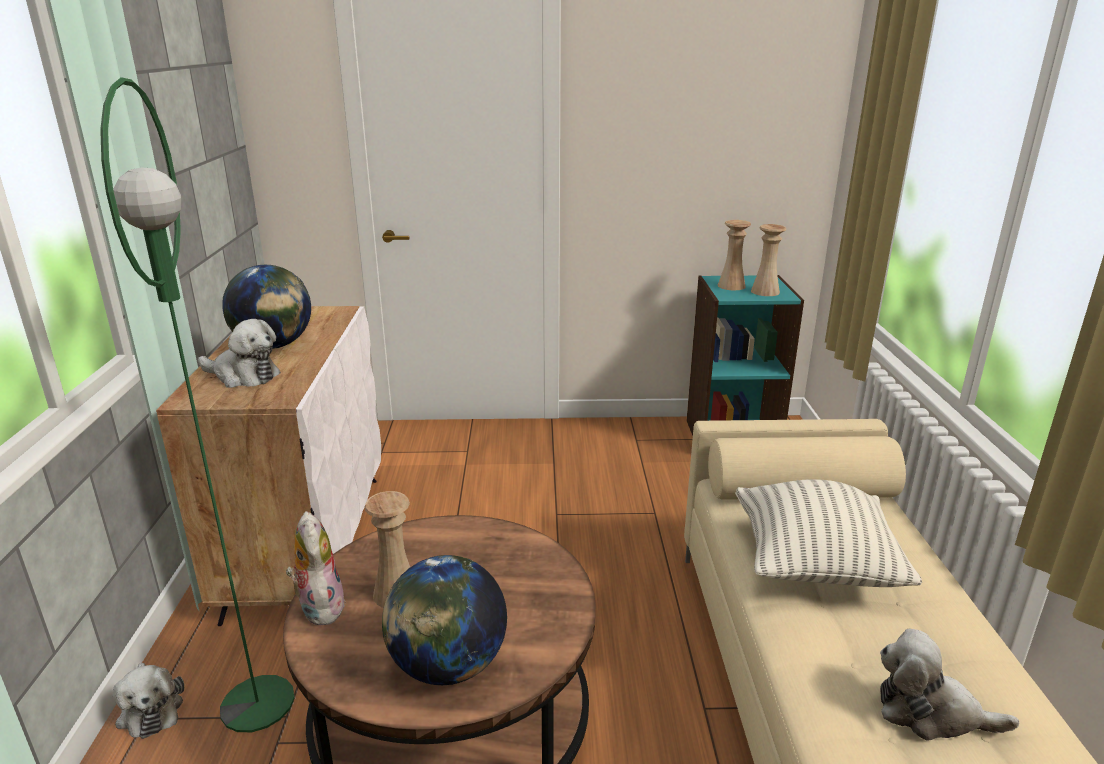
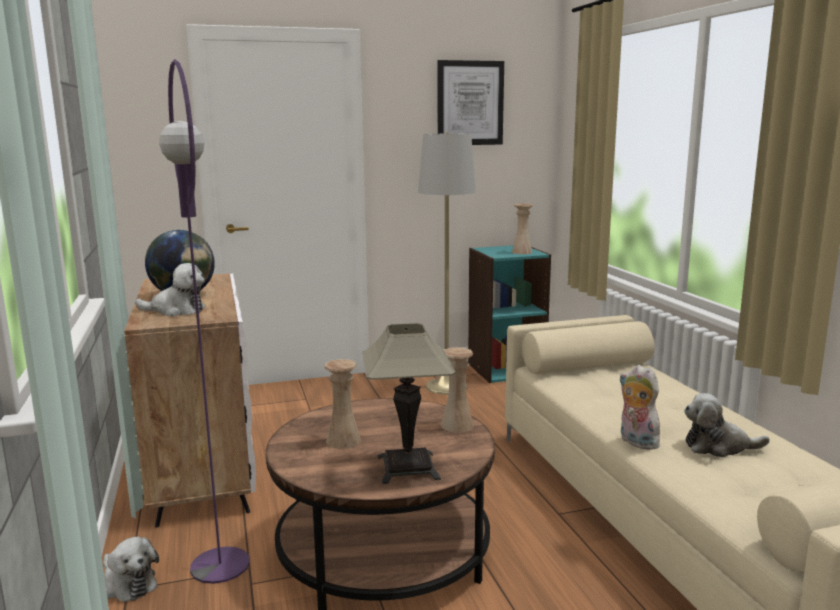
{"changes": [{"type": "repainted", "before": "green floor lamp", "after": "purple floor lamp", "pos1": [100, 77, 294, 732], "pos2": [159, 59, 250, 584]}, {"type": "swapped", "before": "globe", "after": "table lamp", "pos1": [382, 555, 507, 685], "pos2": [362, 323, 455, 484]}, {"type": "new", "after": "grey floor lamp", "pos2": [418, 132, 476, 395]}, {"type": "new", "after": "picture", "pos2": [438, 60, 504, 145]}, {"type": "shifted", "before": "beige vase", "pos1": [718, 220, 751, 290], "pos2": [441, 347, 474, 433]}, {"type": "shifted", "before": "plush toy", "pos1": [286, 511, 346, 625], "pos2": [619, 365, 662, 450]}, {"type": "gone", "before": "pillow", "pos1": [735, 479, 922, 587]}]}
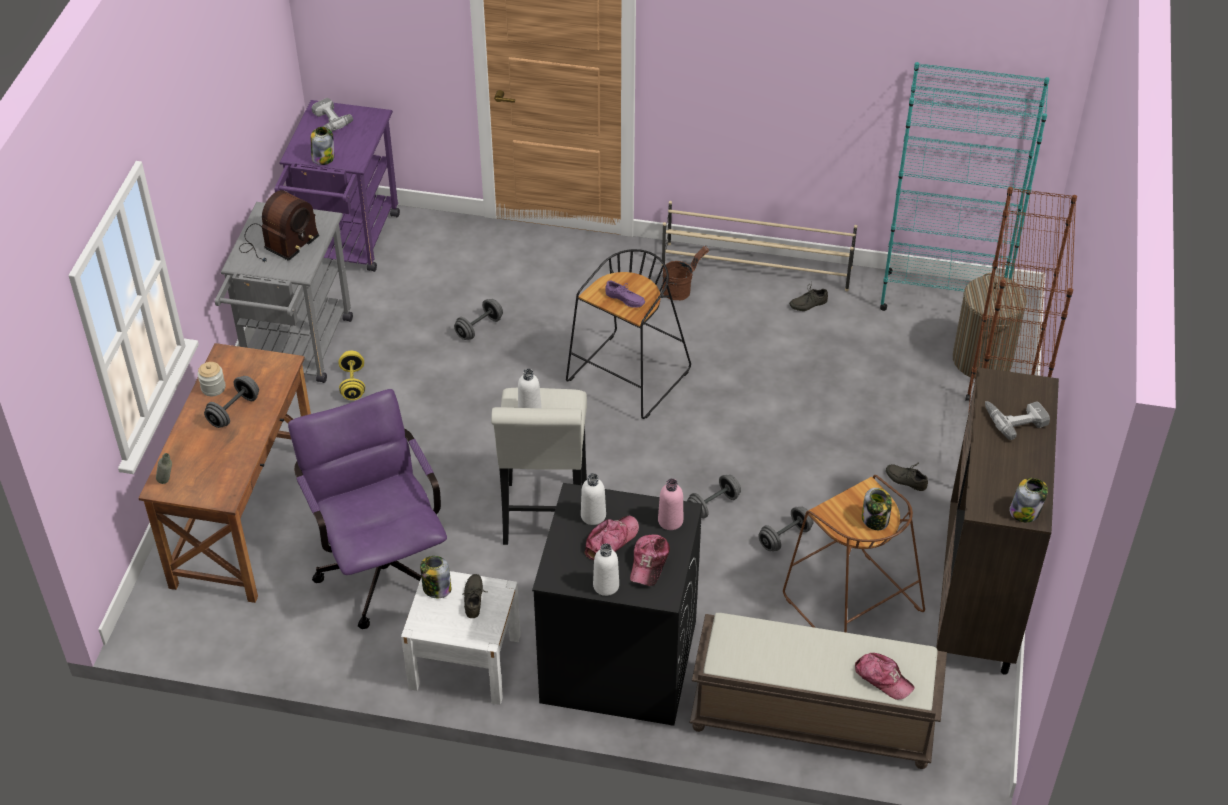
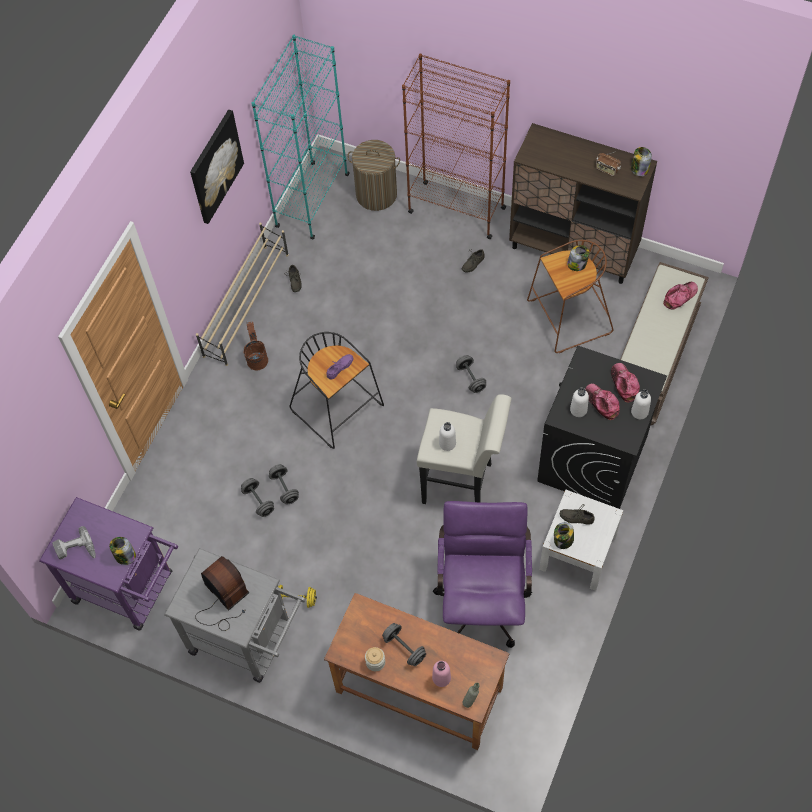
{"changes": [{"type": "new", "after": "picture", "pos2": [190, 110, 244, 224]}, {"type": "shifted", "before": "grey dumbbell", "pos1": [758, 507, 814, 551], "pos2": [269, 464, 299, 504]}, {"type": "shifted", "before": "pink bottle", "pos1": [658, 479, 683, 530], "pos2": [432, 661, 451, 687]}, {"type": "rotated", "before": "purple office chair", "pos1": [288, 389, 447, 629], "pos2": [433, 501, 532, 648], "turn": 105}, {"type": "new", "after": "radio", "pos2": [596, 152, 621, 176]}, {"type": "rotated", "before": "cap", "pos1": [630, 534, 670, 586], "pos2": [611, 363, 640, 402], "turn": -135}, {"type": "gone", "before": "power drill", "pos1": [985, 401, 1050, 440]}]}
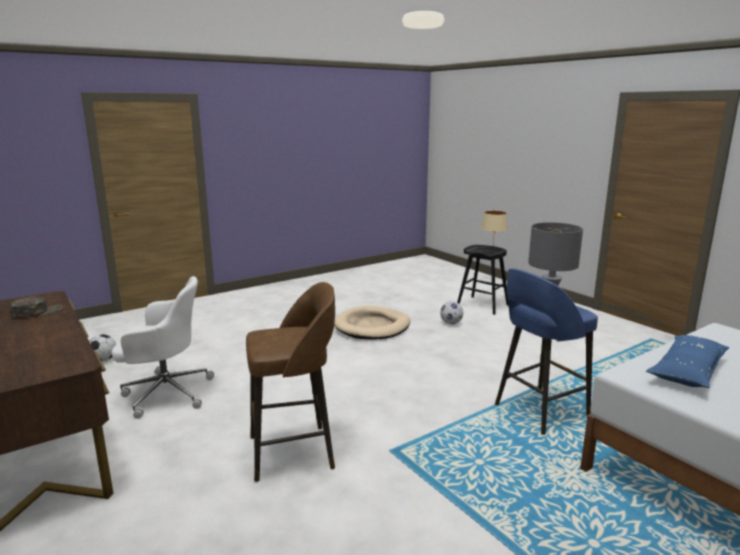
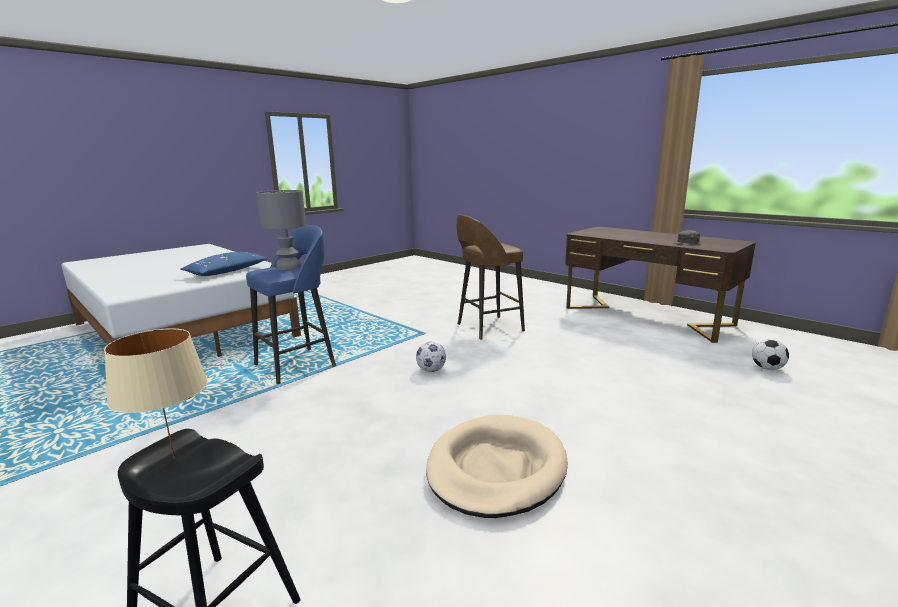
{"changes": [{"type": "shifted", "before": "football", "pos1": [440, 301, 463, 324], "pos2": [416, 342, 446, 372]}, {"type": "gone", "before": "white office chair", "pos1": [112, 276, 214, 419]}]}
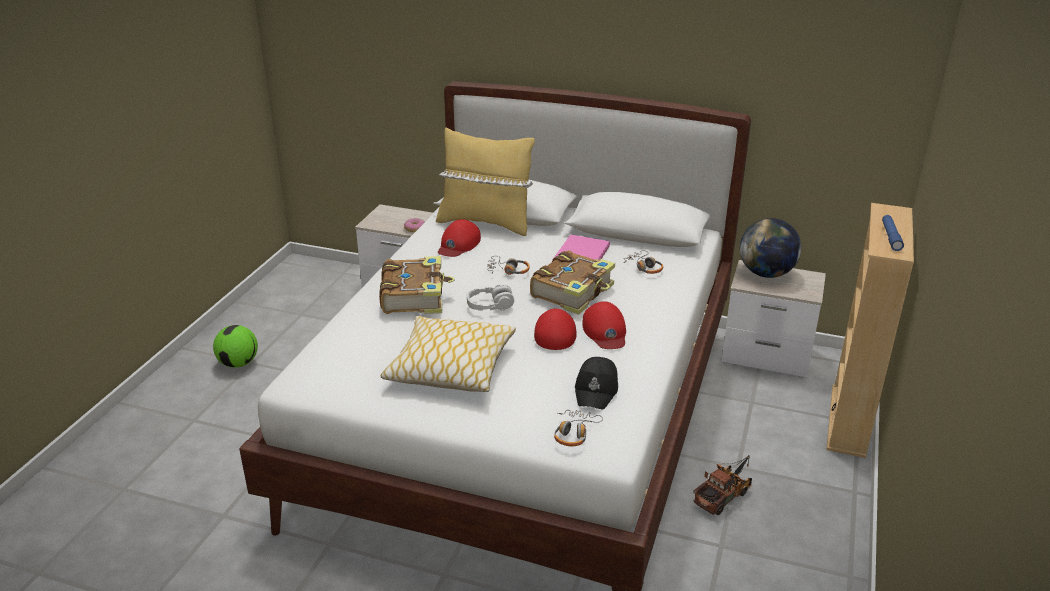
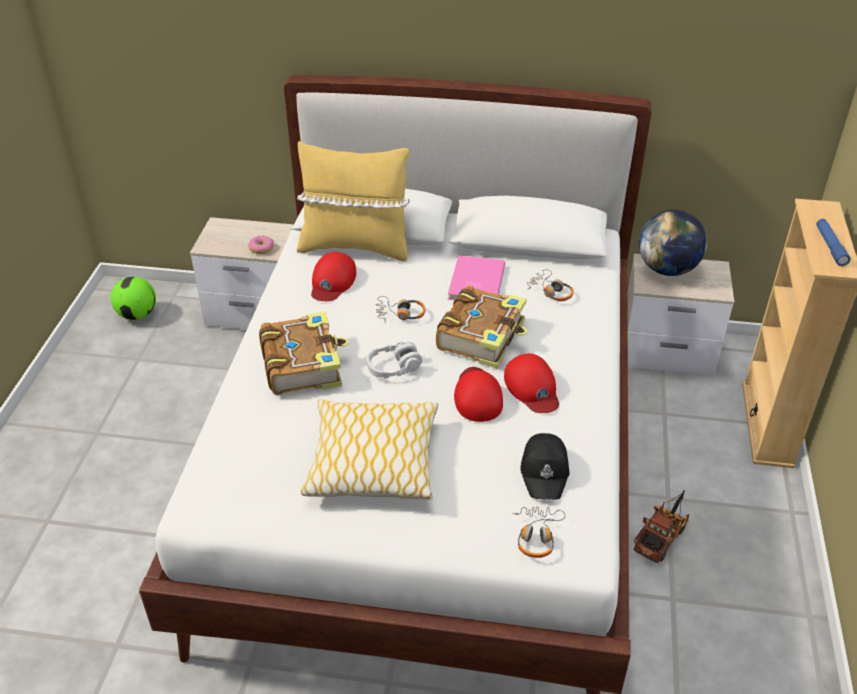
{"changes": [{"type": "shifted", "before": "football", "pos1": [213, 325, 258, 368], "pos2": [111, 276, 156, 320]}]}
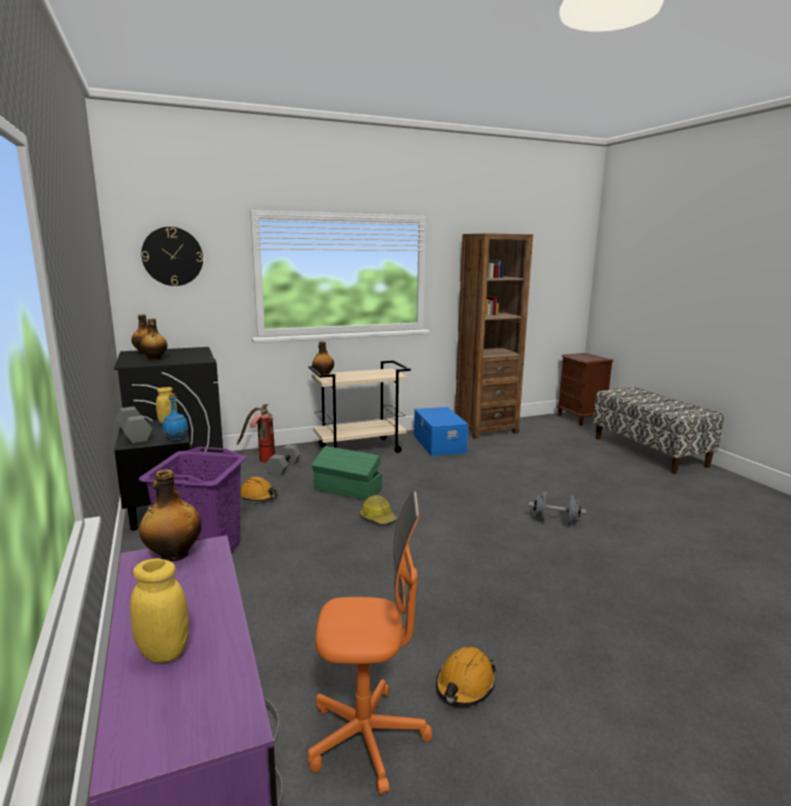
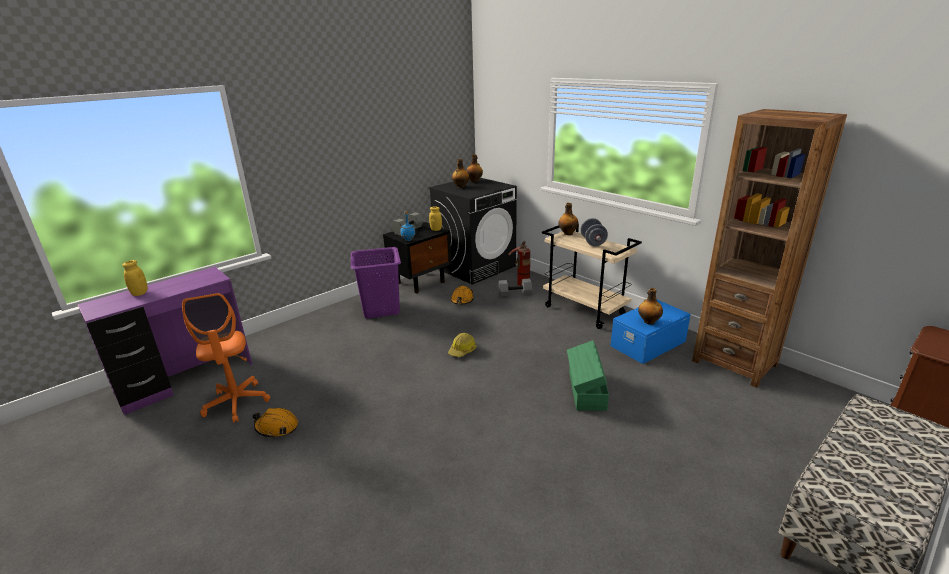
{"changes": [{"type": "shifted", "before": "green storage box", "pos1": [311, 446, 382, 500], "pos2": [567, 340, 609, 411]}, {"type": "shifted", "before": "grey dumbbell", "pos1": [529, 491, 586, 526], "pos2": [580, 218, 608, 246]}, {"type": "shifted", "before": "bottle", "pos1": [139, 469, 202, 561], "pos2": [638, 288, 663, 325]}, {"type": "gone", "before": "wall clock", "pos1": [141, 227, 203, 286]}]}
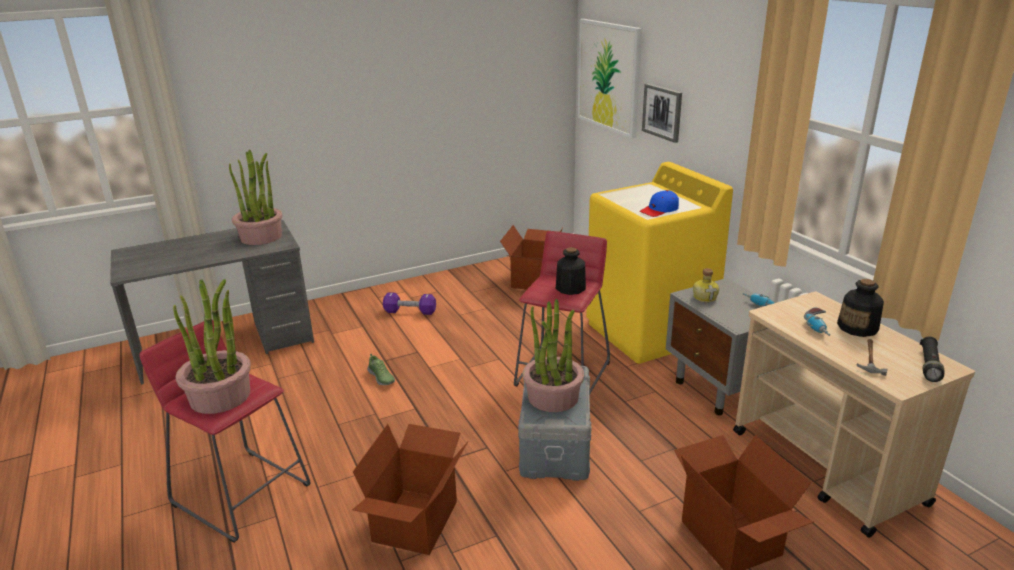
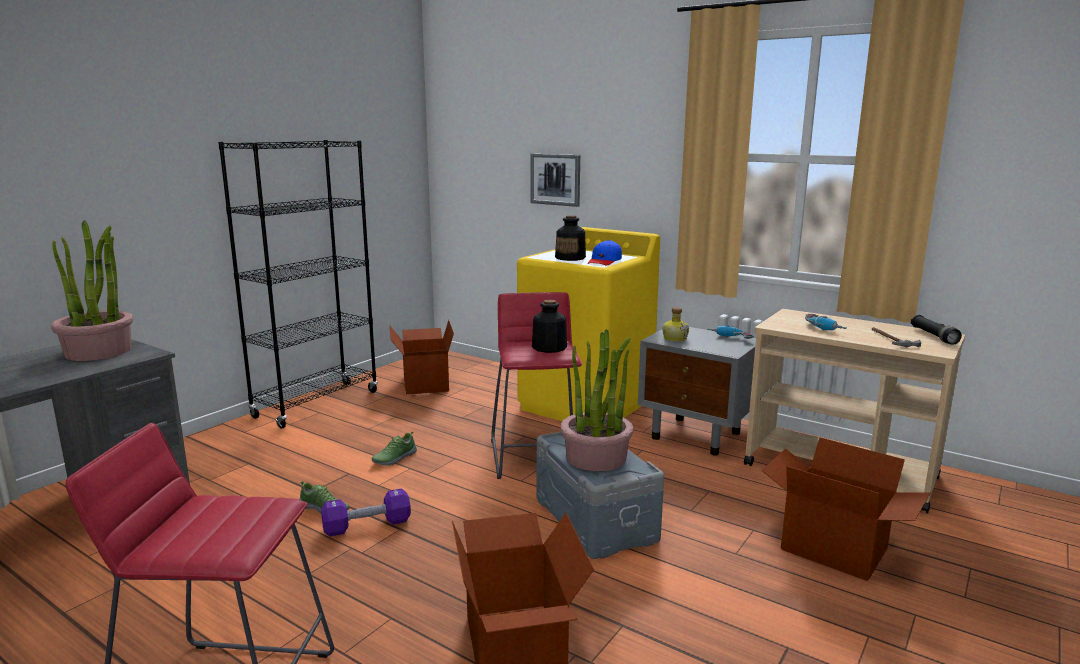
{"changes": [{"type": "new", "after": "black bookcase", "pos2": [218, 140, 378, 428]}, {"type": "shifted", "before": "purple dumbbell", "pos1": [383, 292, 436, 315], "pos2": [321, 488, 411, 537]}, {"type": "new", "after": "shoe", "pos2": [372, 432, 417, 466]}, {"type": "shifted", "before": "bottle", "pos1": [837, 279, 884, 337], "pos2": [555, 215, 586, 261]}, {"type": "gone", "before": "potted plant", "pos1": [173, 279, 251, 414]}, {"type": "gone", "before": "picture", "pos1": [578, 19, 642, 138]}]}
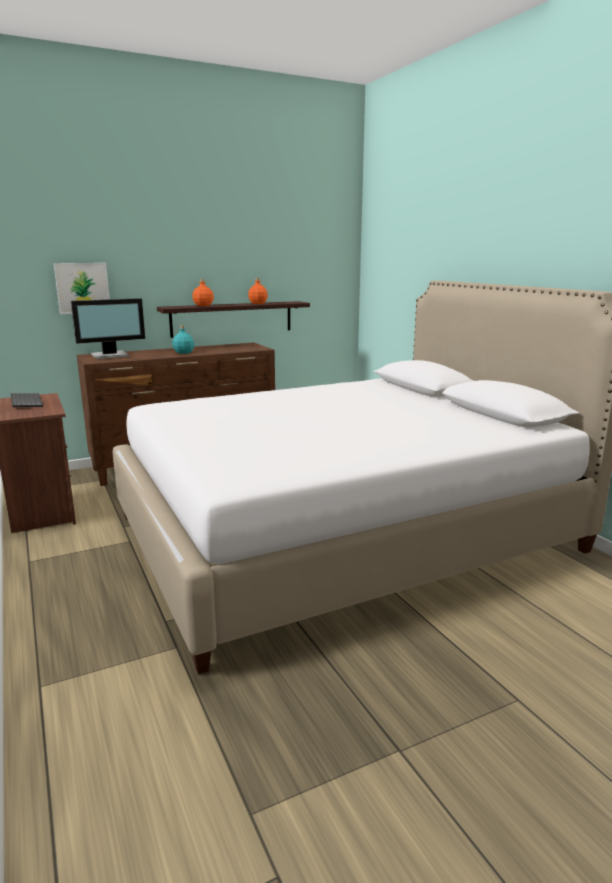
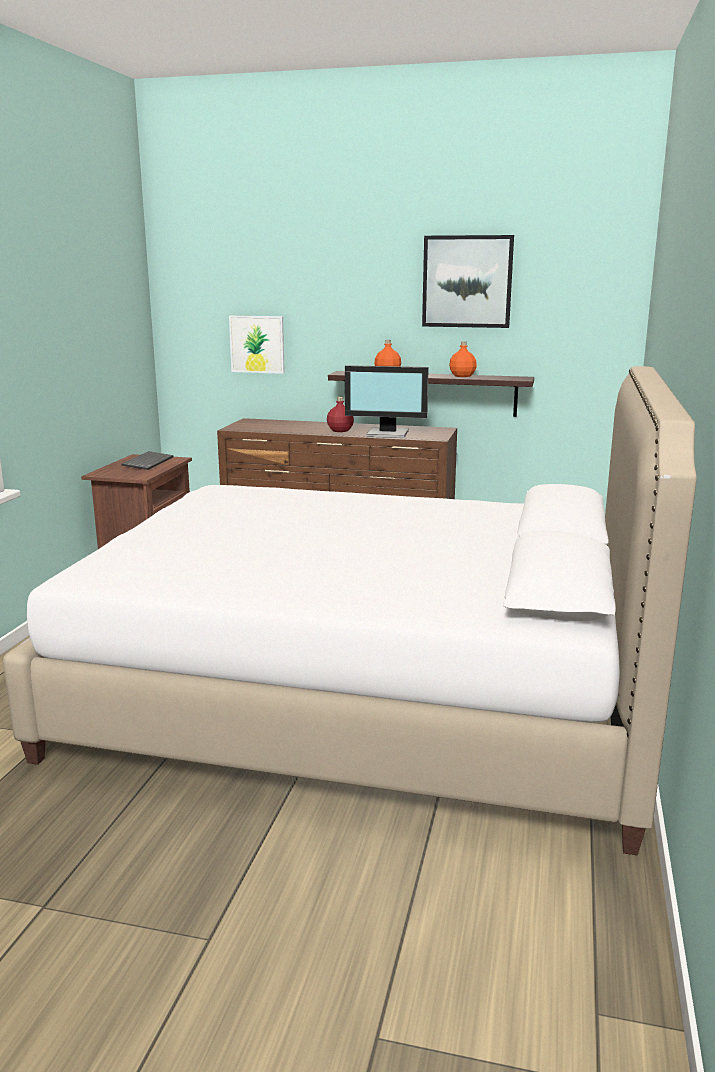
{"changes": [{"type": "repainted", "before": "turquoise bottle", "after": "red bottle", "pos1": [172, 325, 194, 354], "pos2": [327, 397, 354, 432]}, {"type": "shifted", "before": "monitor", "pos1": [71, 298, 145, 359], "pos2": [345, 365, 429, 438]}, {"type": "new", "after": "picture", "pos2": [422, 235, 514, 328]}]}
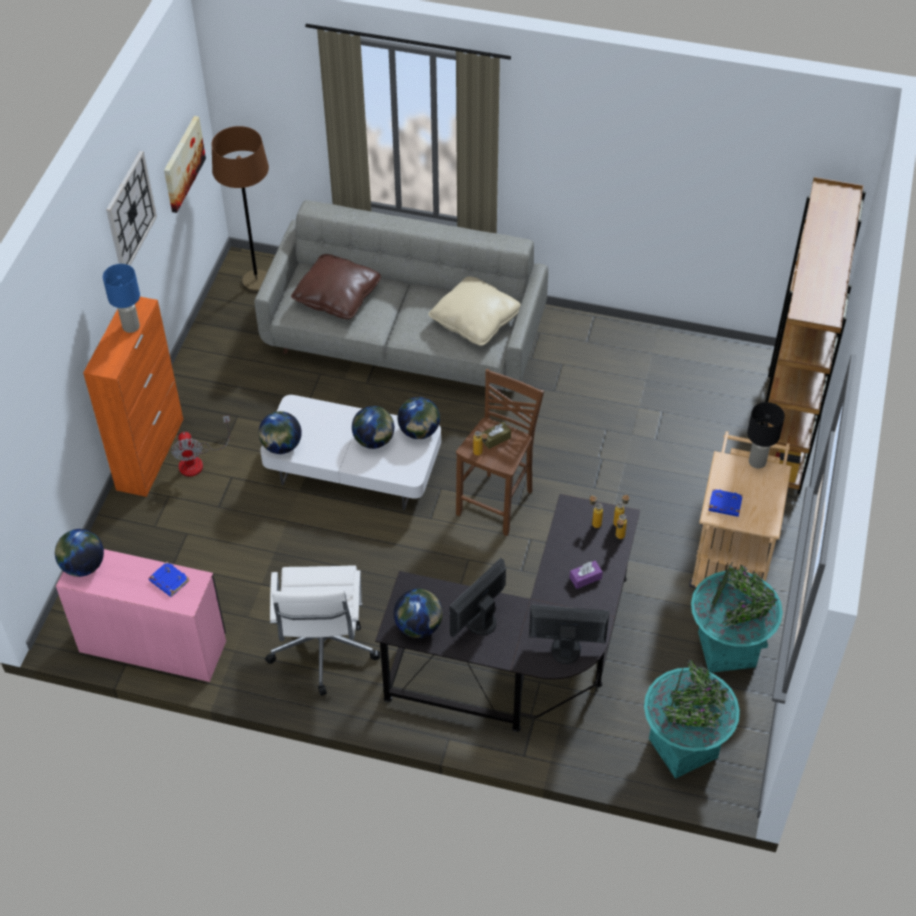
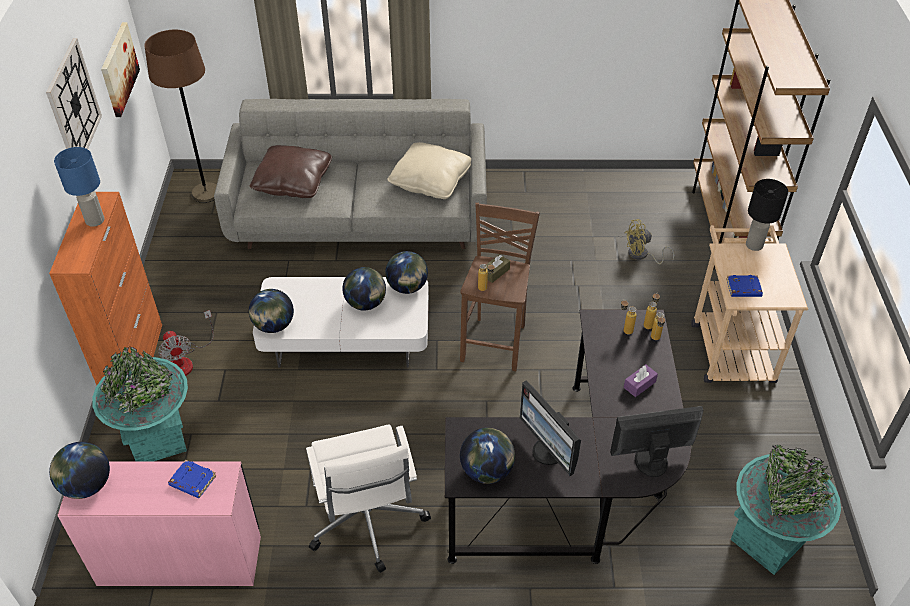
{"changes": [{"type": "shifted", "before": "turquoise planter", "pos1": [691, 562, 783, 673], "pos2": [92, 347, 188, 462]}, {"type": "rotated", "before": "monitor", "pos1": [449, 558, 506, 637], "pos2": [520, 381, 581, 476], "turn": -60}, {"type": "new", "after": "yellow fan", "pos2": [625, 219, 675, 264]}]}
